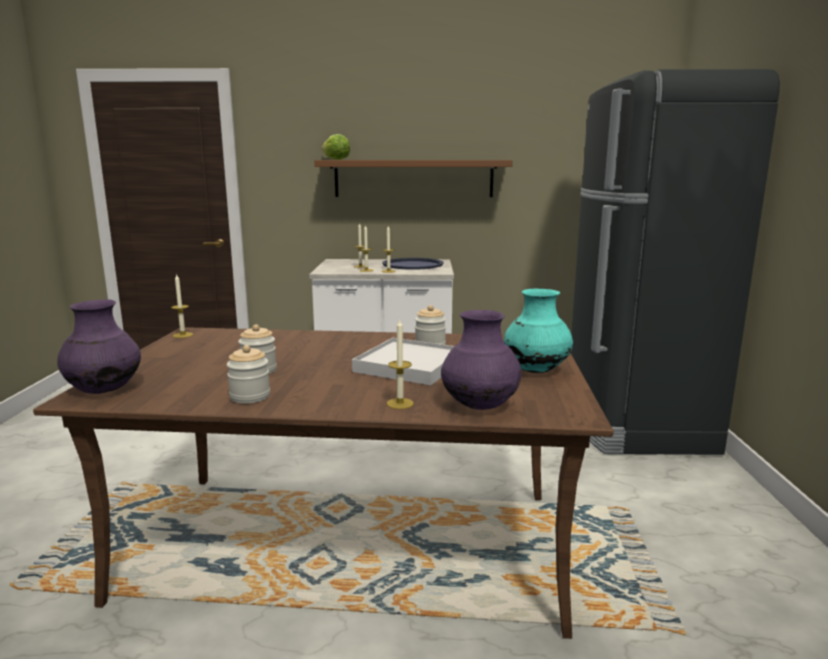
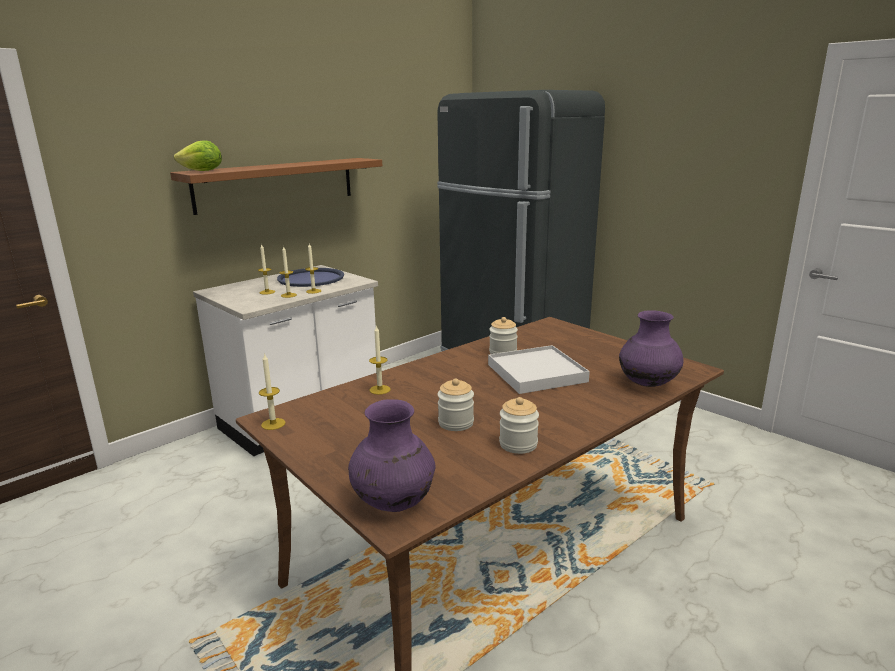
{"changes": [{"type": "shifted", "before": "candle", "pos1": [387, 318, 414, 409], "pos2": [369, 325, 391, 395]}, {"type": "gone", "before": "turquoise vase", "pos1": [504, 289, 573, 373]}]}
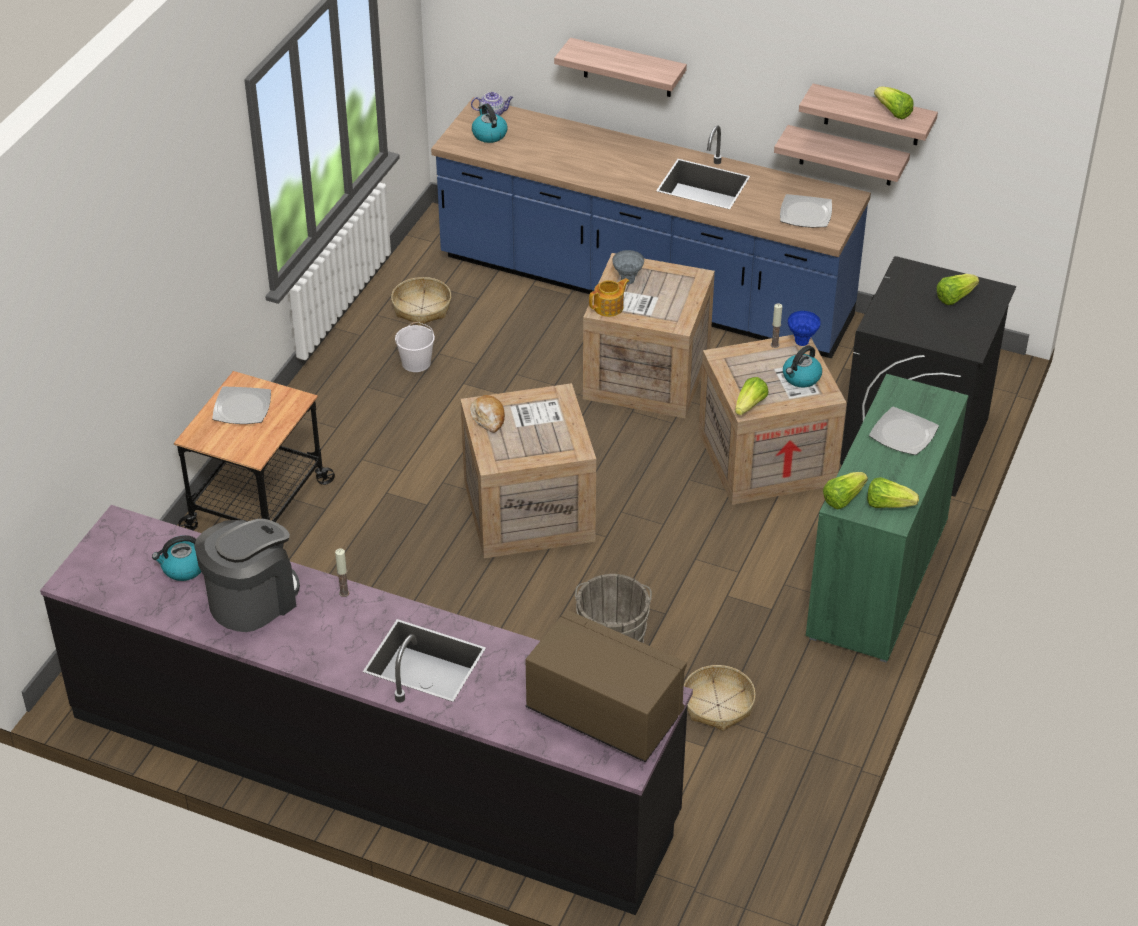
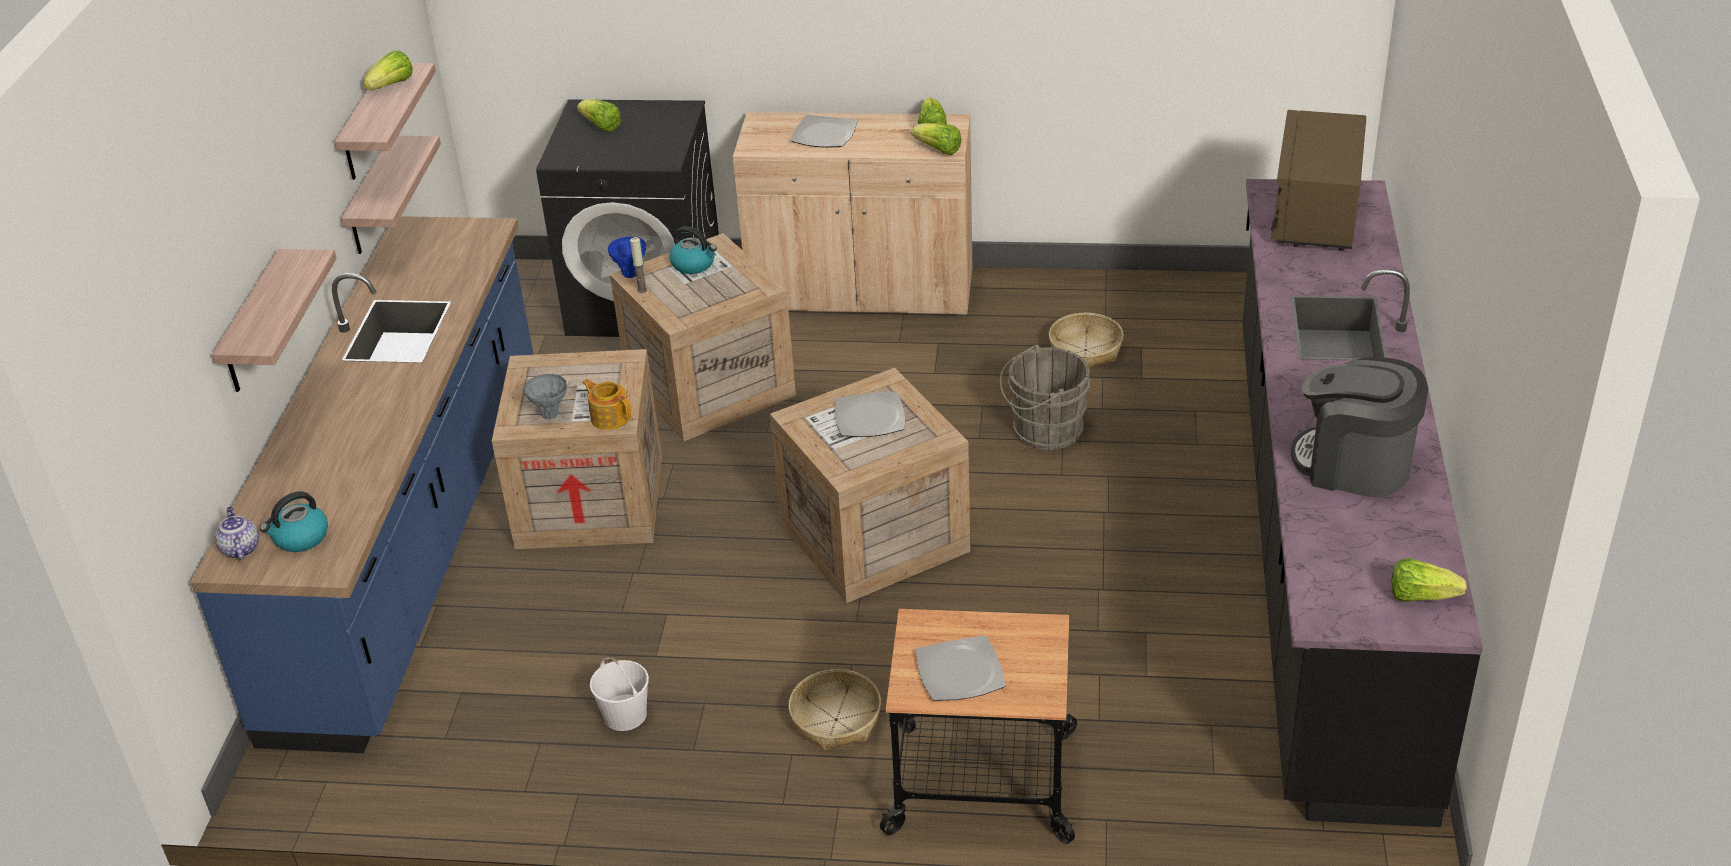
{"changes": [{"type": "repainted", "before": "green cabinet", "after": "beige cabinet", "pos1": [806, 374, 969, 662], "pos2": [733, 112, 973, 315]}, {"type": "shifted", "before": "basket", "pos1": [391, 277, 451, 326], "pos2": [788, 669, 881, 751]}, {"type": "shifted", "before": "plate", "pos1": [780, 194, 832, 228], "pos2": [835, 391, 905, 437]}, {"type": "shifted", "before": "lettuce", "pos1": [735, 377, 769, 415], "pos2": [1391, 558, 1467, 602]}, {"type": "gone", "before": "kettle", "pos1": [152, 535, 201, 581]}, {"type": "gone", "before": "candle", "pos1": [335, 548, 349, 597]}, {"type": "gone", "before": "bread", "pos1": [470, 395, 505, 433]}]}
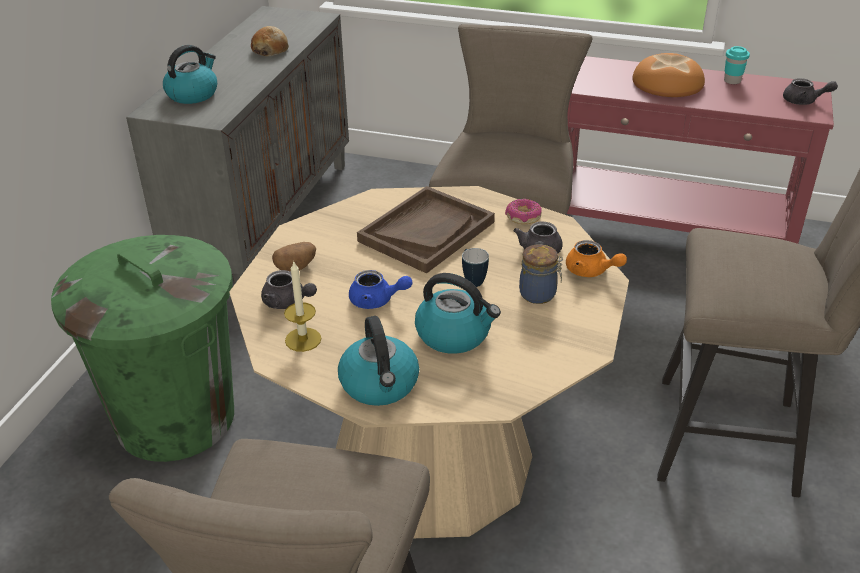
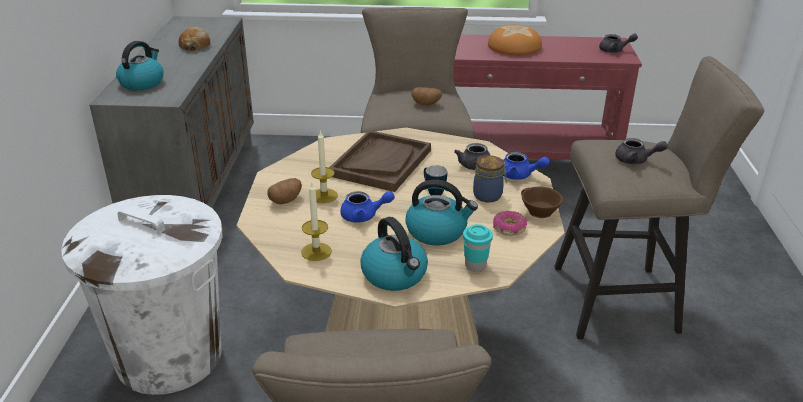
{"changes": [{"type": "repainted", "before": "green trash can", "after": "white trash can", "pos1": [51, 235, 234, 462], "pos2": [61, 195, 222, 395]}, {"type": "new", "after": "candle", "pos2": [311, 130, 338, 203]}, {"type": "new", "after": "potato", "pos2": [411, 87, 442, 105]}, {"type": "shifted", "before": "turquoise cup", "pos1": [724, 46, 750, 84], "pos2": [463, 224, 493, 272]}, {"type": "shifted", "before": "donut", "pos1": [505, 199, 542, 224], "pos2": [493, 211, 527, 236]}, {"type": "repainted", "before": "orange teapot", "after": "blue teapot", "pos1": [566, 240, 627, 277], "pos2": [503, 152, 550, 180]}, {"type": "new", "after": "brown cup", "pos2": [521, 187, 563, 218]}, {"type": "shifted", "before": "grey teapot", "pos1": [261, 270, 317, 309], "pos2": [615, 138, 668, 164]}]}
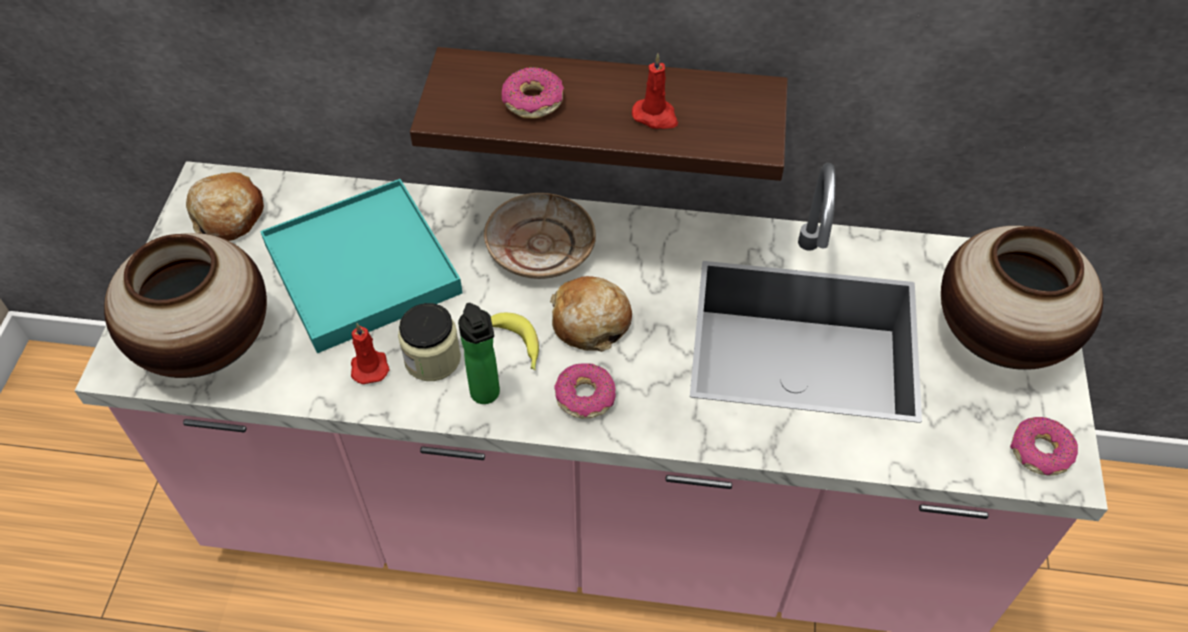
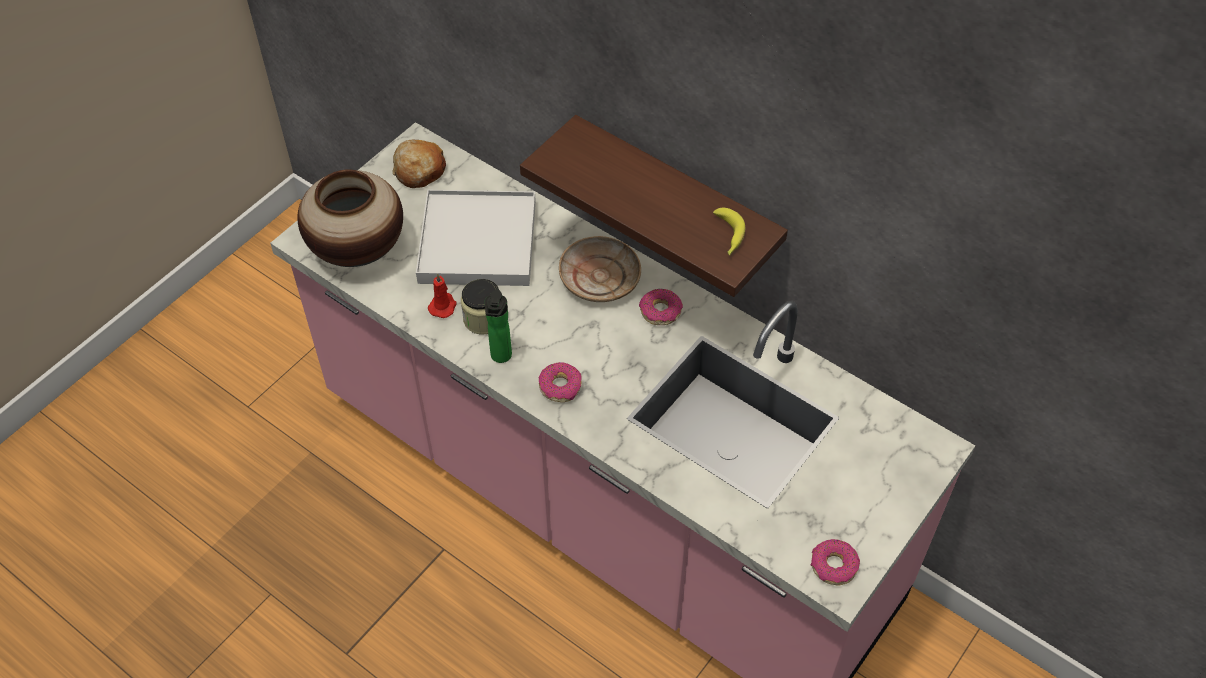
{"changes": [{"type": "repainted", "before": "turquoise tray", "after": "white tray", "pos1": [260, 179, 463, 353], "pos2": [416, 190, 536, 286]}, {"type": "shifted", "before": "donut", "pos1": [502, 67, 564, 119], "pos2": [639, 289, 683, 325]}, {"type": "shifted", "before": "banana", "pos1": [491, 313, 539, 370], "pos2": [713, 208, 745, 256]}, {"type": "gone", "before": "bread", "pos1": [550, 276, 632, 352]}, {"type": "gone", "before": "red candle", "pos1": [632, 54, 678, 129]}, {"type": "gone", "before": "vase", "pos1": [941, 226, 1103, 370]}]}
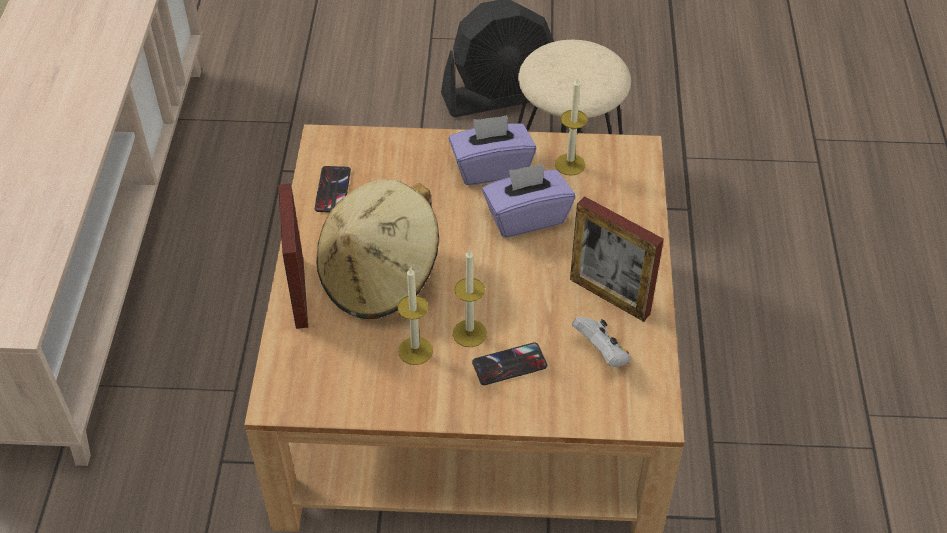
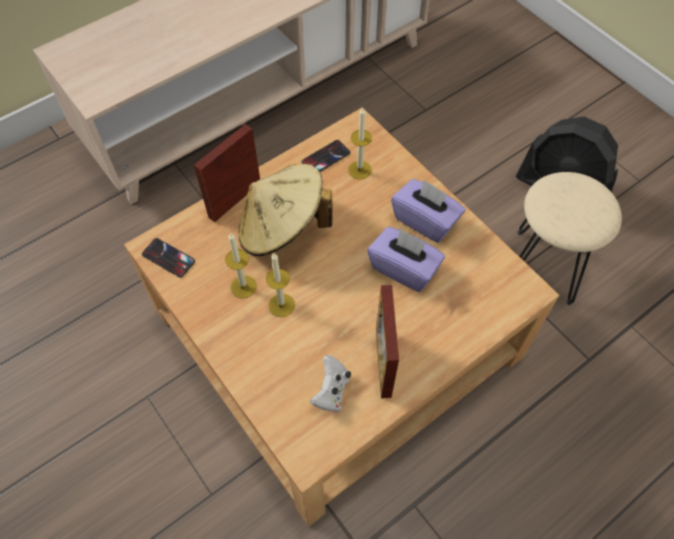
{"changes": [{"type": "shifted", "before": "phone", "pos1": [472, 342, 547, 385], "pos2": [142, 238, 195, 277]}, {"type": "shifted", "before": "candle", "pos1": [555, 77, 587, 176], "pos2": [348, 108, 372, 179]}]}
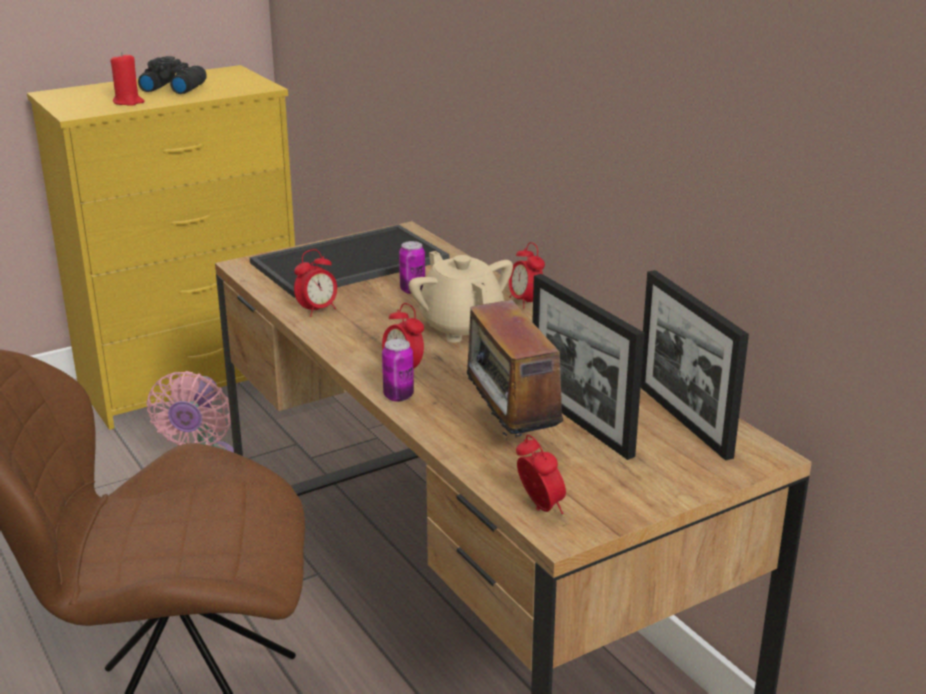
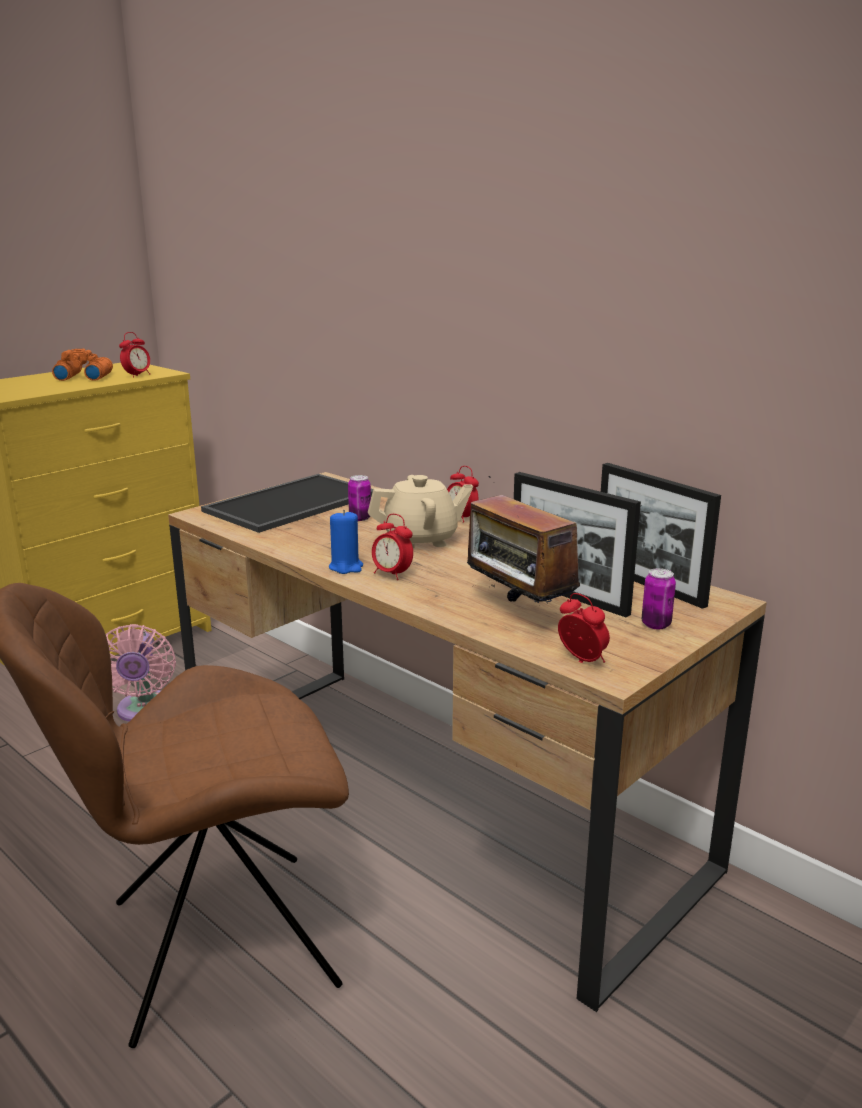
{"changes": [{"type": "repainted", "before": "black binoculars", "after": "orange binoculars", "pos1": [138, 56, 207, 94], "pos2": [52, 349, 113, 381]}, {"type": "shifted", "before": "alarm clock", "pos1": [294, 249, 337, 317], "pos2": [119, 332, 150, 378]}, {"type": "new", "after": "blue candle", "pos2": [329, 510, 363, 574]}, {"type": "rotated", "before": "beige teapot", "pos1": [409, 251, 513, 342], "pos2": [368, 475, 473, 548], "turn": 120}, {"type": "shifted", "before": "can", "pos1": [382, 339, 414, 402], "pos2": [641, 568, 676, 629]}, {"type": "gone", "before": "red candle", "pos1": [110, 52, 144, 106]}]}
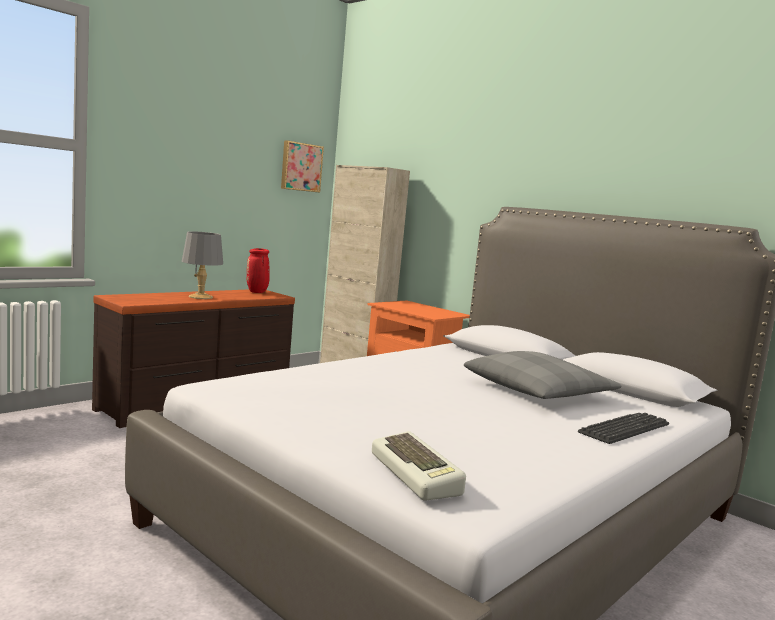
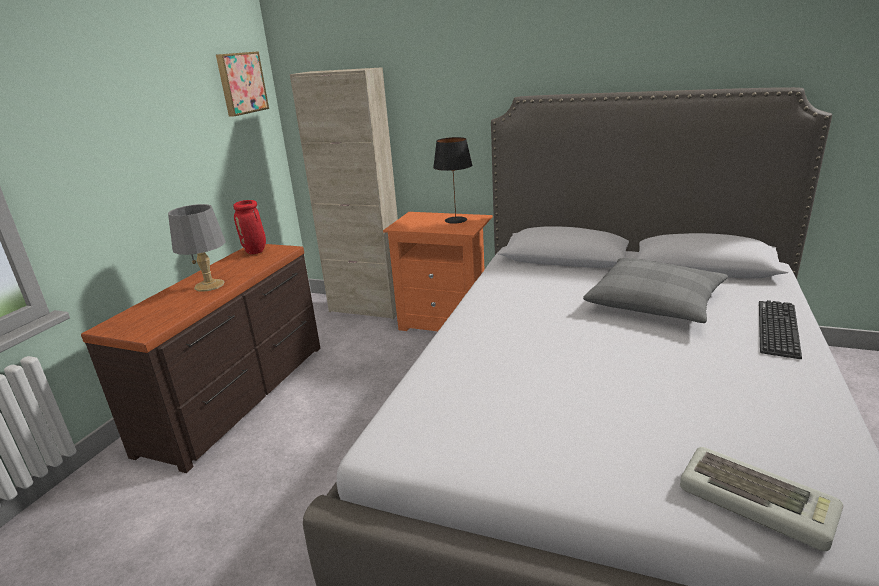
{"changes": [{"type": "new", "after": "black table lamp", "pos2": [433, 137, 473, 224]}]}
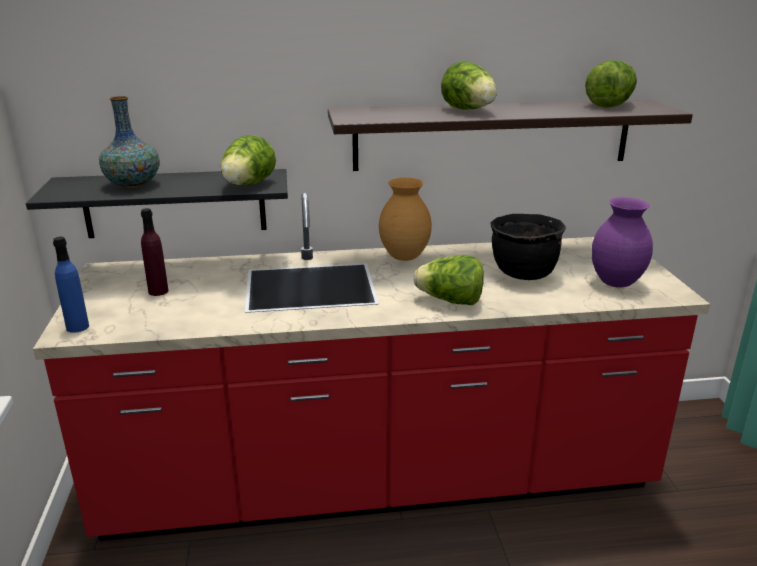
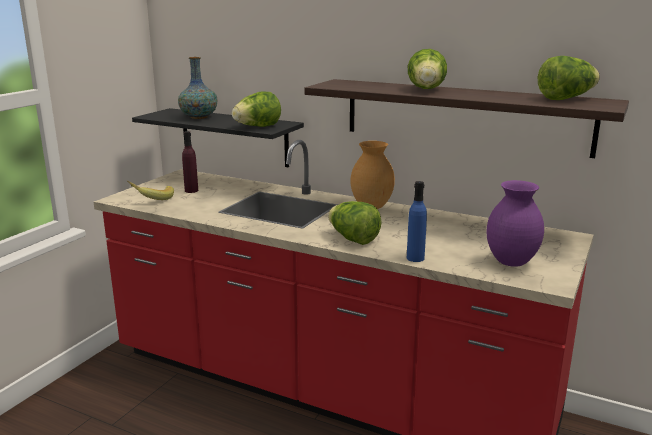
{"changes": [{"type": "new", "after": "banana", "pos2": [127, 181, 174, 200]}, {"type": "shifted", "before": "blue bottle", "pos1": [53, 237, 89, 333], "pos2": [407, 181, 427, 262]}, {"type": "gone", "before": "black cooking pot", "pos1": [490, 214, 566, 280]}]}
